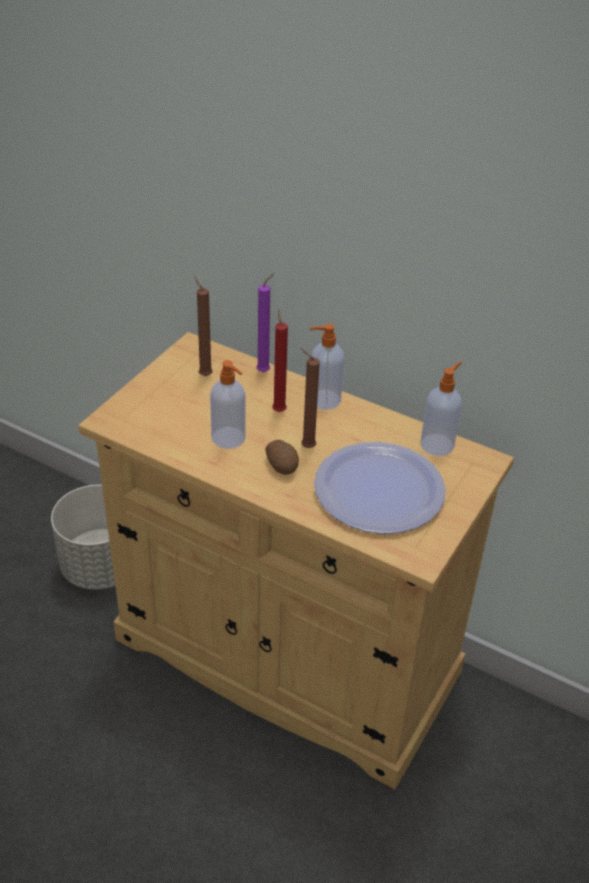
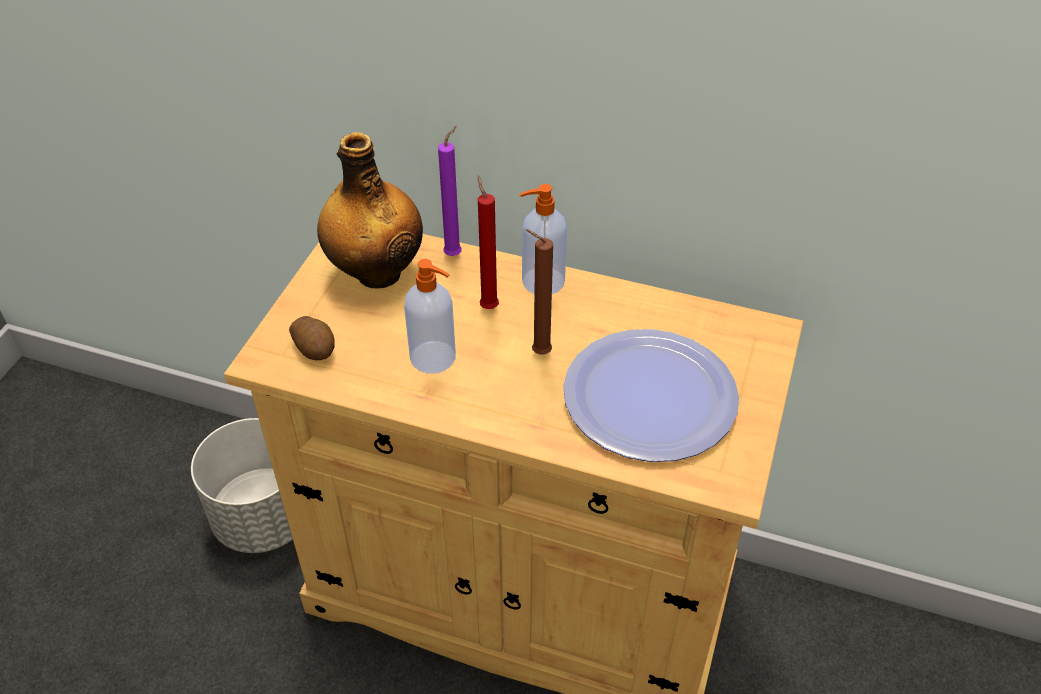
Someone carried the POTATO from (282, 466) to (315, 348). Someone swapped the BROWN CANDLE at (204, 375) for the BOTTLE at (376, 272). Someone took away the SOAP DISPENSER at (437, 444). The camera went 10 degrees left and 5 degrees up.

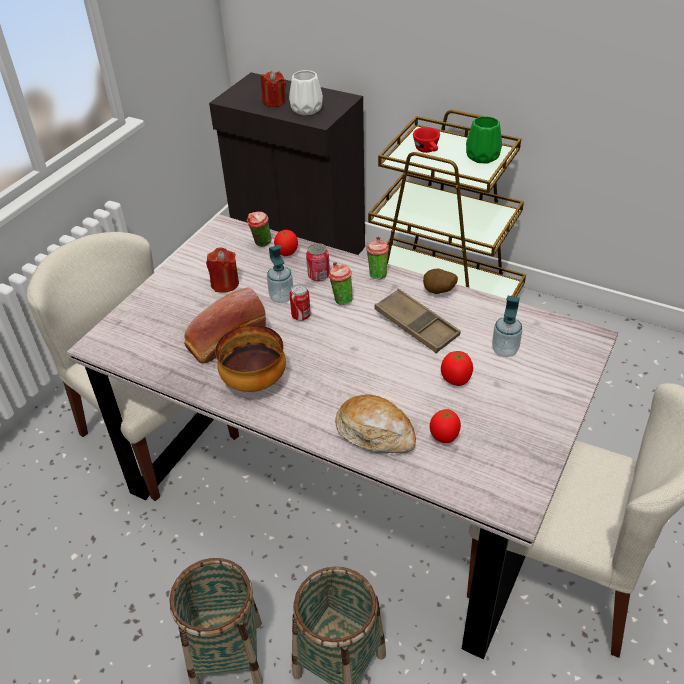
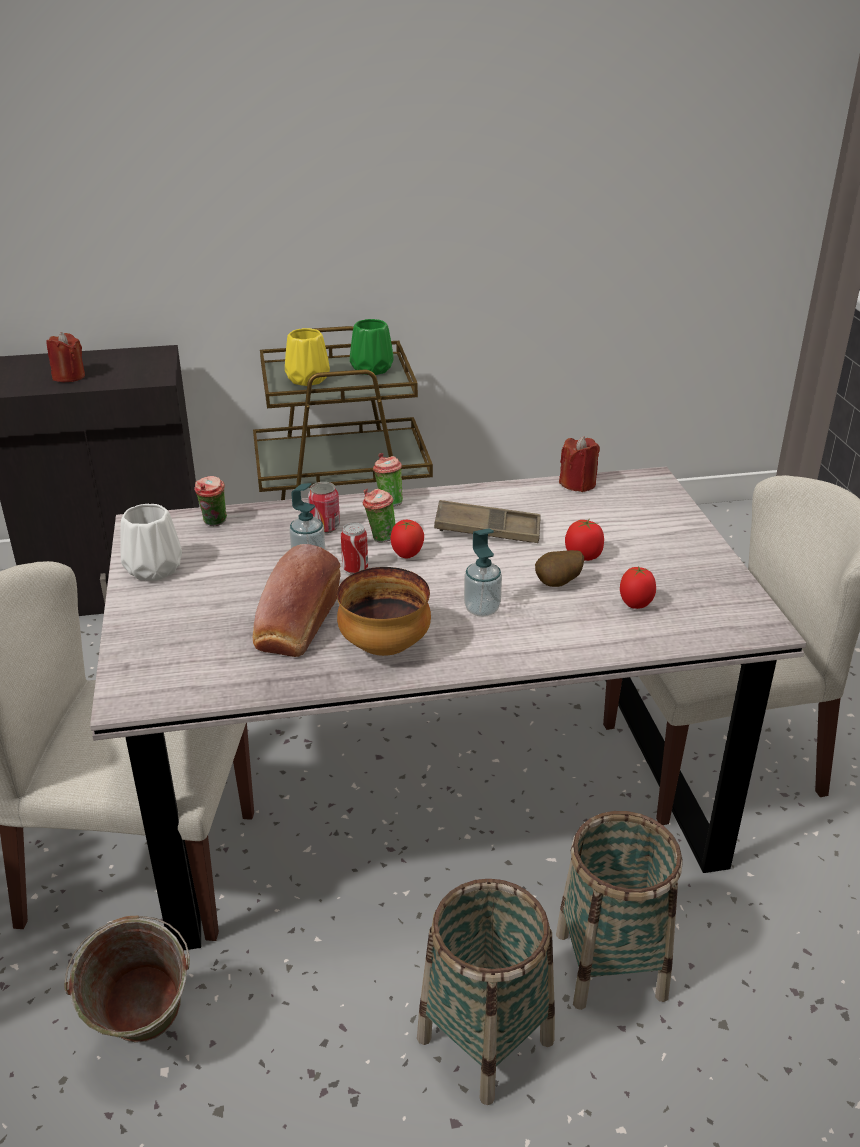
Someone put down the GREEN BUCKET at (144, 1037). Someone carried the WHITE VASE from (306, 109) to (153, 568). Someone swapped the RED CUP at (428, 150) for the YELLOW VASE at (306, 379). Someone carried the TOMATO from (286, 254) to (407, 555). Someone carried the SOAP DISPENSER from (504, 350) to (482, 609). Someone carried the POTATO from (438, 292) to (558, 584). Someone carried the RED CANDLE from (225, 284) to (578, 483). Someone took away the BREAD at (375, 432). The camera went 40 degrees left and 10 degrees down.

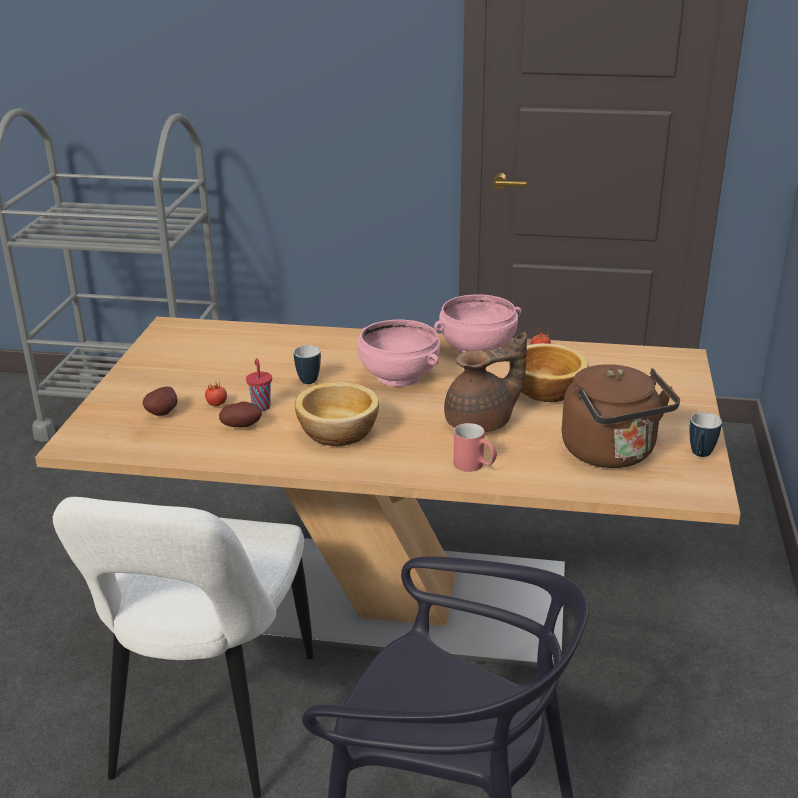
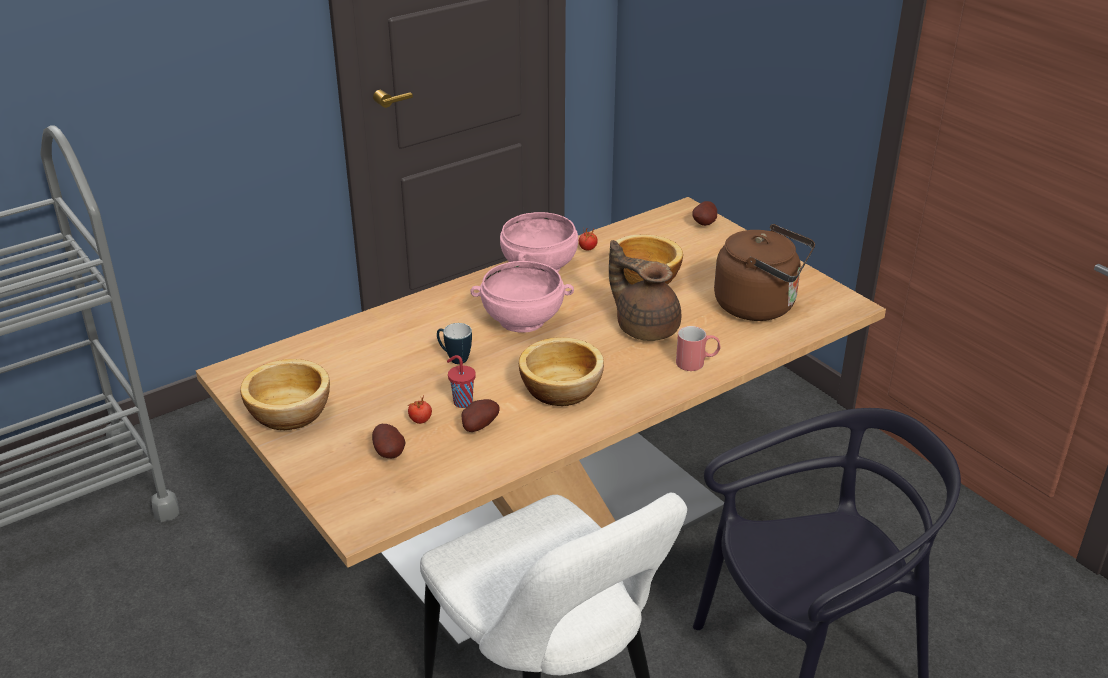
Someone put down the BOWL at (291, 412). Someone rotated the BROWN TEAPOT at (482, 423) by 75 degrees counterclockwise. Someone put down the POTATO at (705, 224). Someone took away the MUG at (699, 455). The camera went 45 degrees left and 5 degrees up.

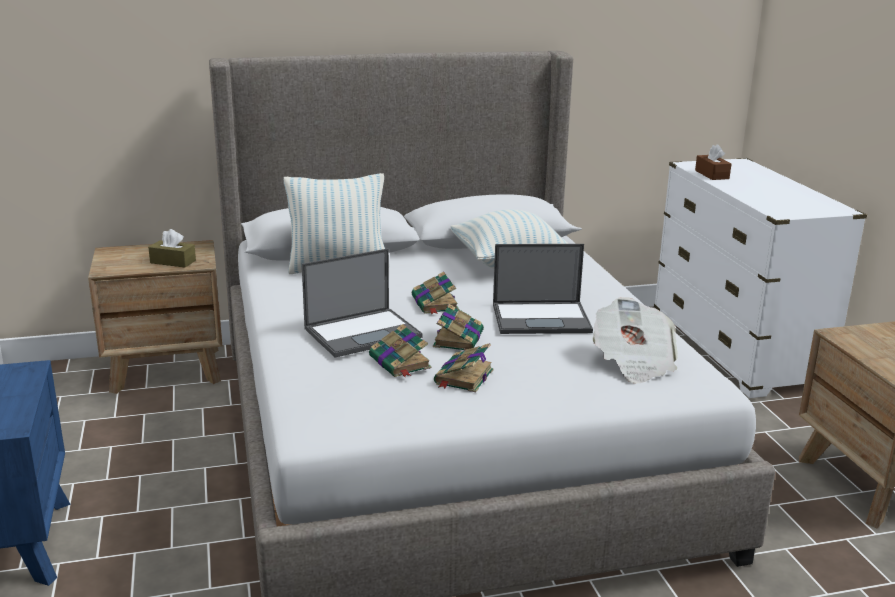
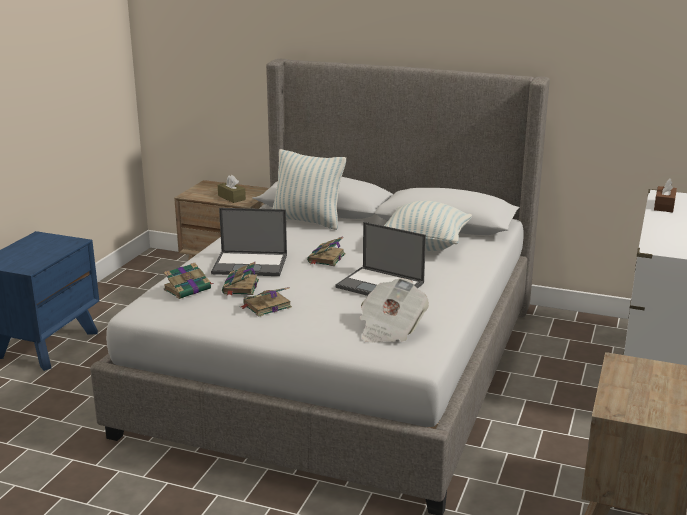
Someone carried the BOOK from (458, 338) to (188, 289). The camera went 35 degrees right and 0 degrees up.

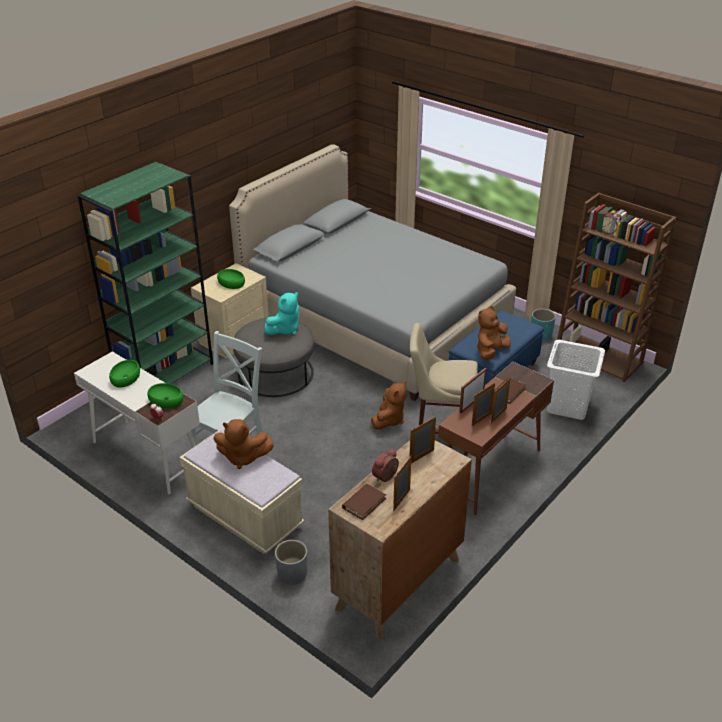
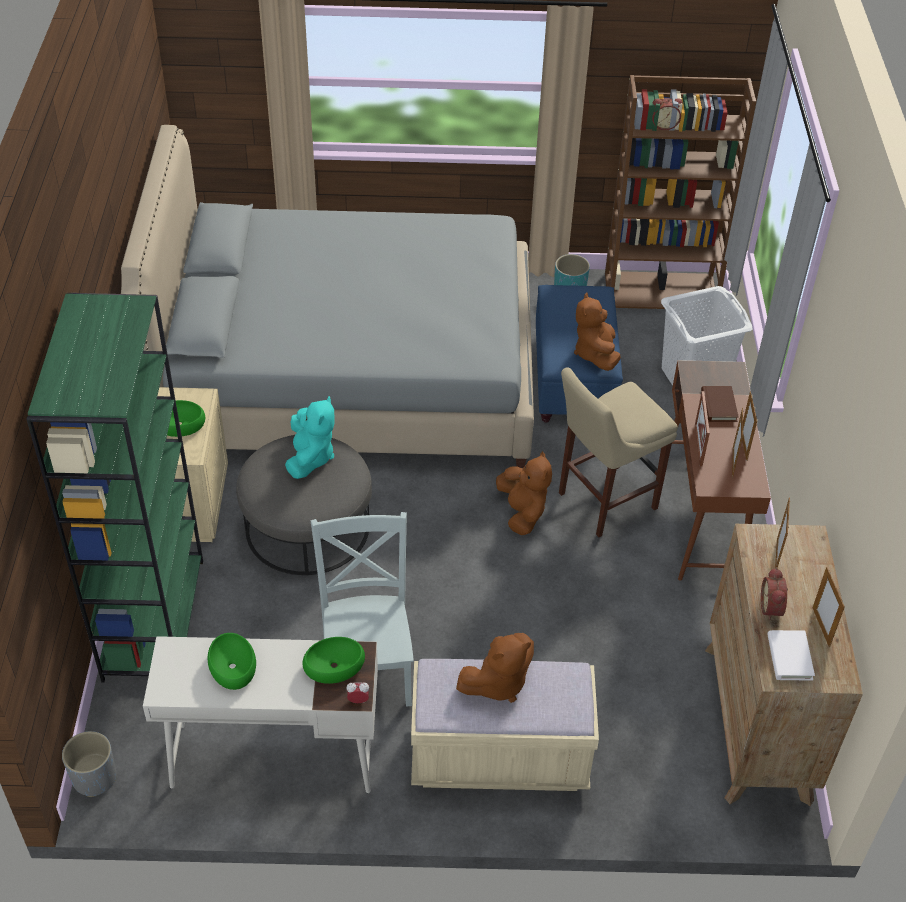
Someone carried the GREY PLANTER from (292, 574) to (94, 778). Someone repainted the BROWN BOOK at (364, 503), which became the WHITE BOOK at (789, 657). The camera went 40 degrees left and 10 degrees up.

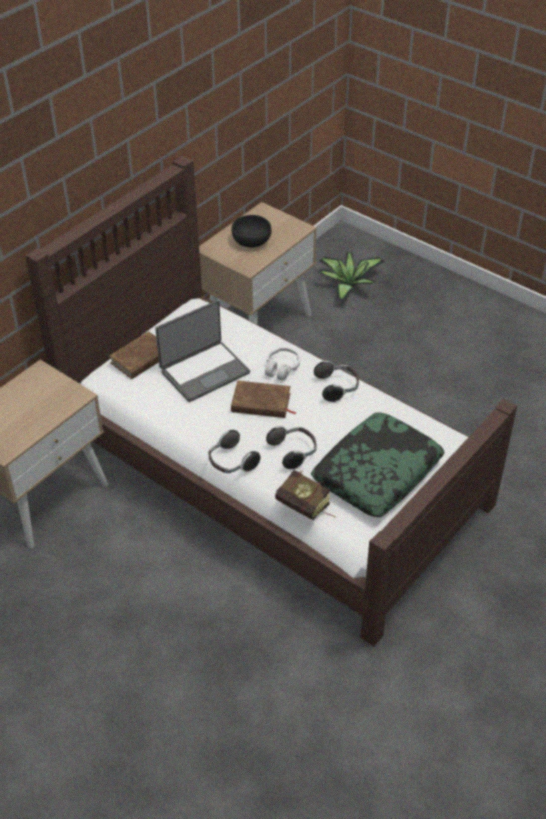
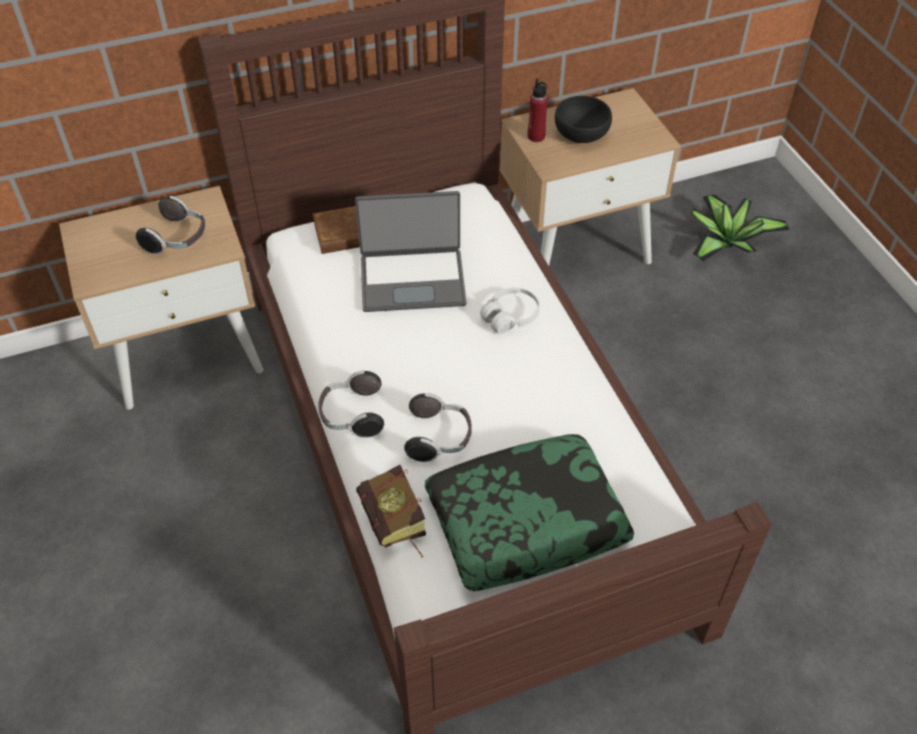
Someone carried the HEADPHONES from (337, 387) to (177, 239). Someone put down the RED BOTTLE at (536, 136). Someone took away the BROWN BOOK at (261, 403). The camera went 30 degrees right and 5 degrees up.

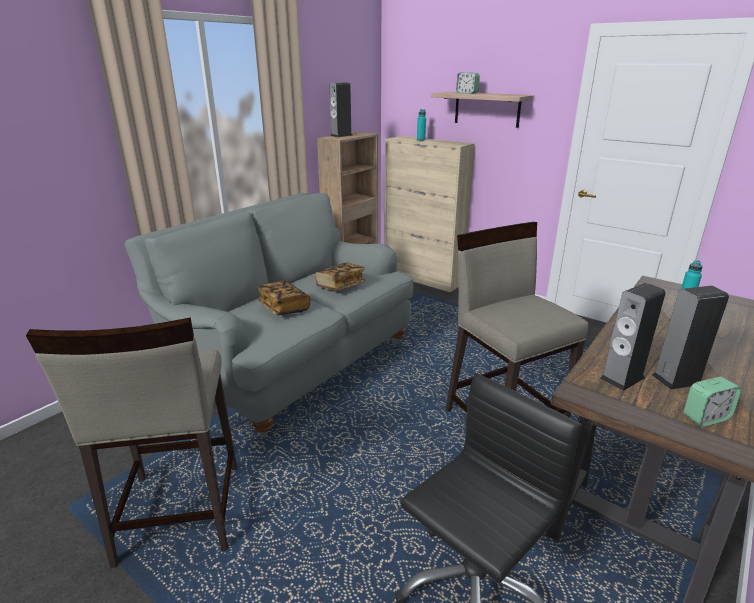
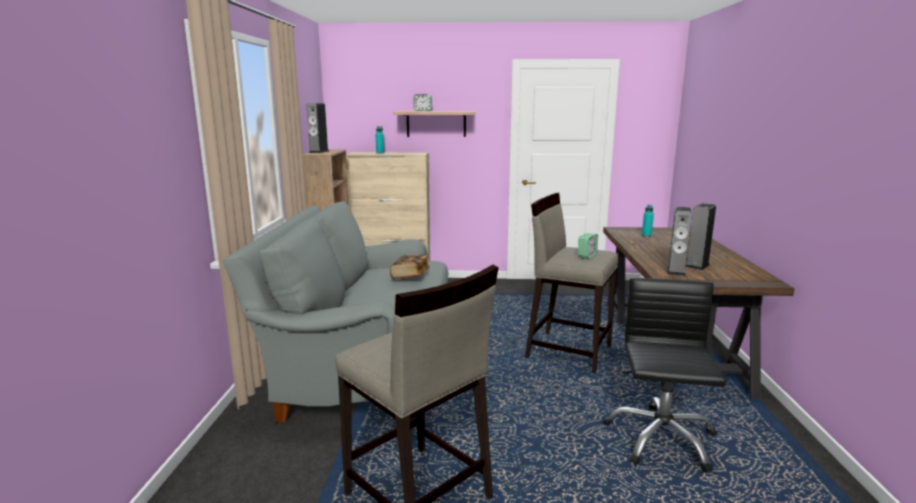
Someone carried the ALARM CLOCK from (706, 417) to (587, 256). Someone took away the BOOK at (284, 308). The camera went 35 degrees left and 10 degrees down.

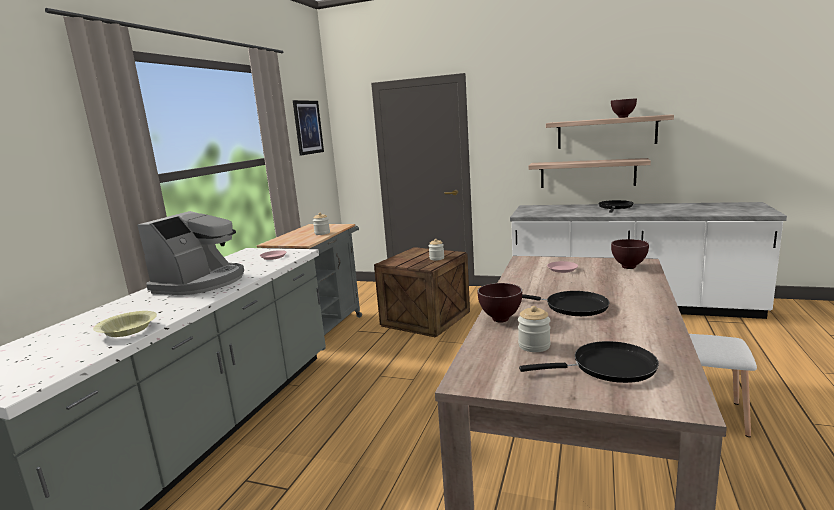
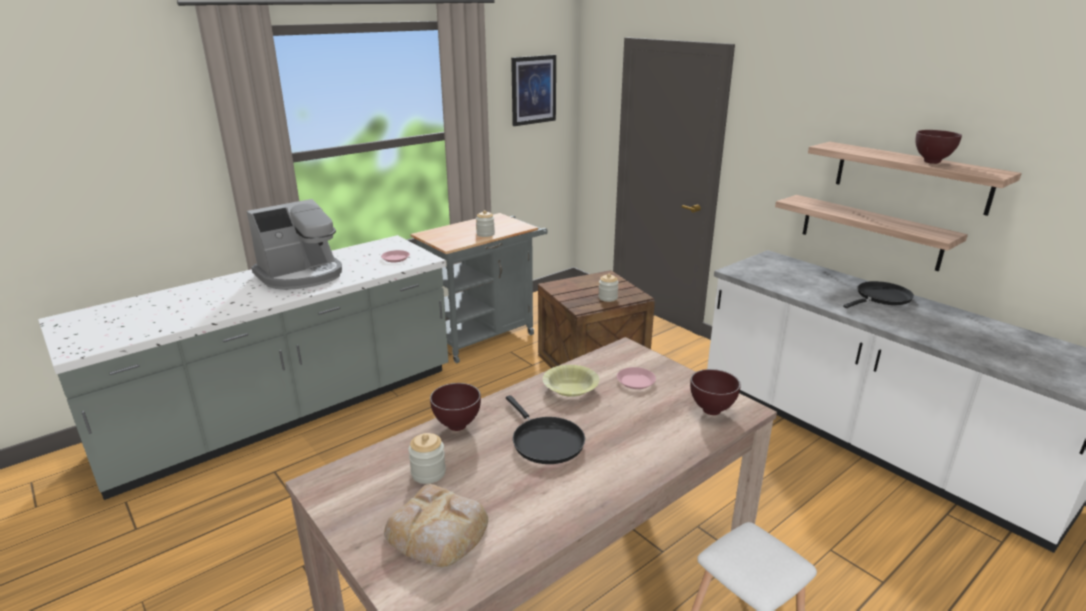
Someone swapped the BLACK FRYING PAN at (608, 367) for the BREAD at (438, 532). Someone carried the YELLOW BOWL from (128, 331) to (570, 388). The camera went 30 degrees right and 10 degrees up.

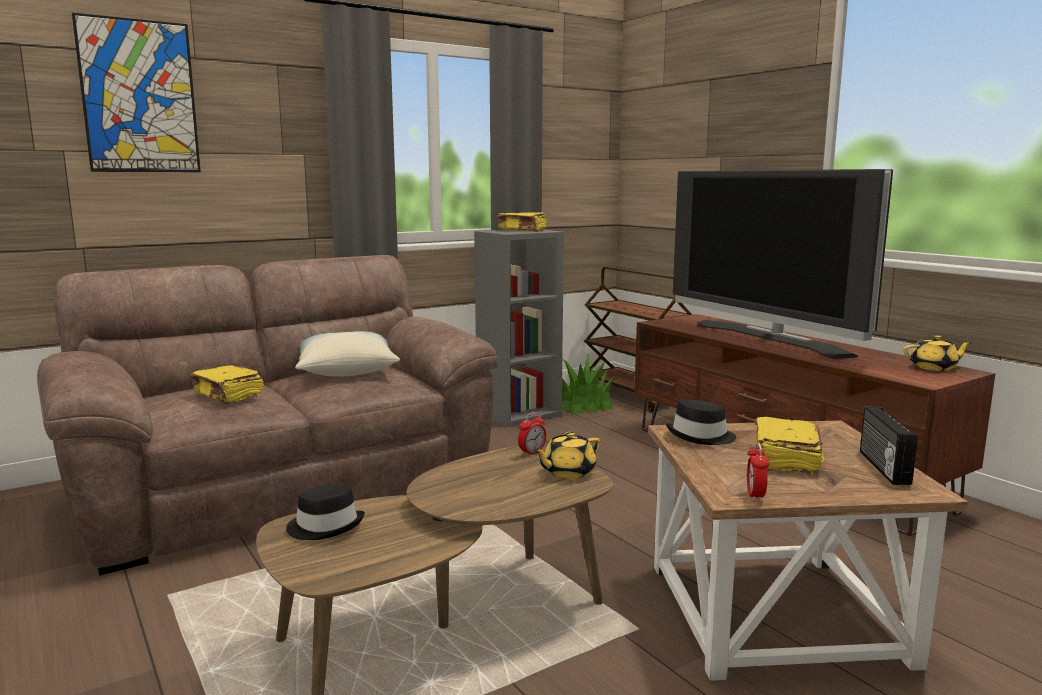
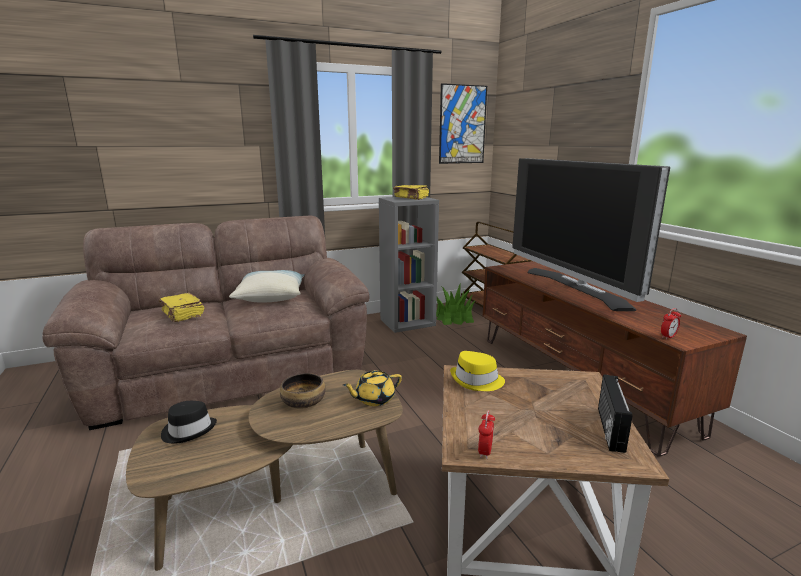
Someone put down the BOWL at (304, 402). Someone carried the PICTURE from (139, 97) to (462, 124). Someone repainted the BLACK HAT at (701, 437), which became the YELLOW HAT at (477, 381). Someone carried the ALARM CLOCK from (532, 453) to (668, 337). Someone took away the YELLOW BOOK at (784, 459). Someone took away the YELLOW TEAPOT at (934, 368). The camera went 10 degrees right and 5 degrees up.

